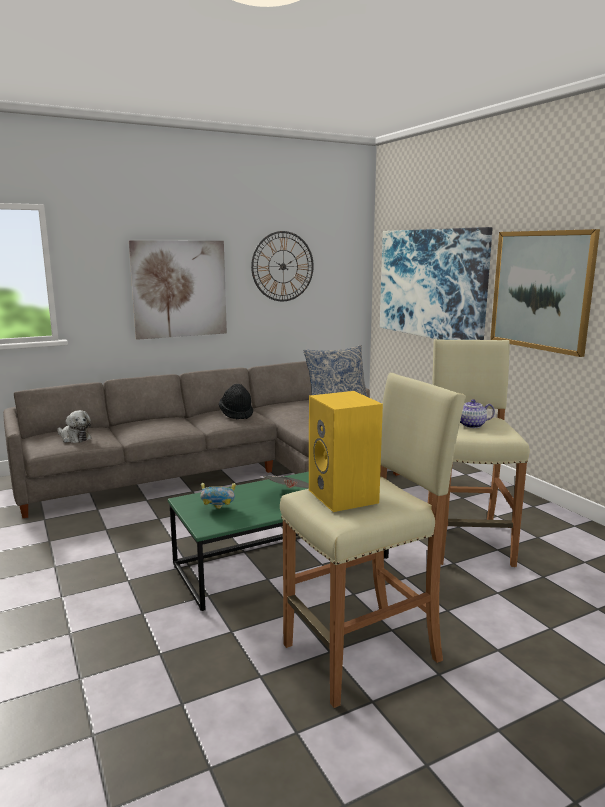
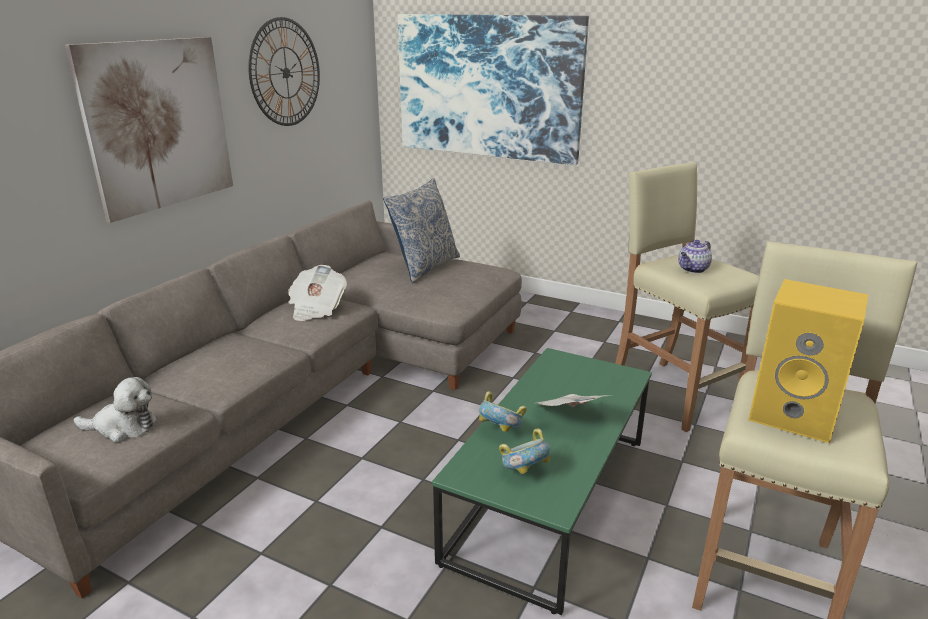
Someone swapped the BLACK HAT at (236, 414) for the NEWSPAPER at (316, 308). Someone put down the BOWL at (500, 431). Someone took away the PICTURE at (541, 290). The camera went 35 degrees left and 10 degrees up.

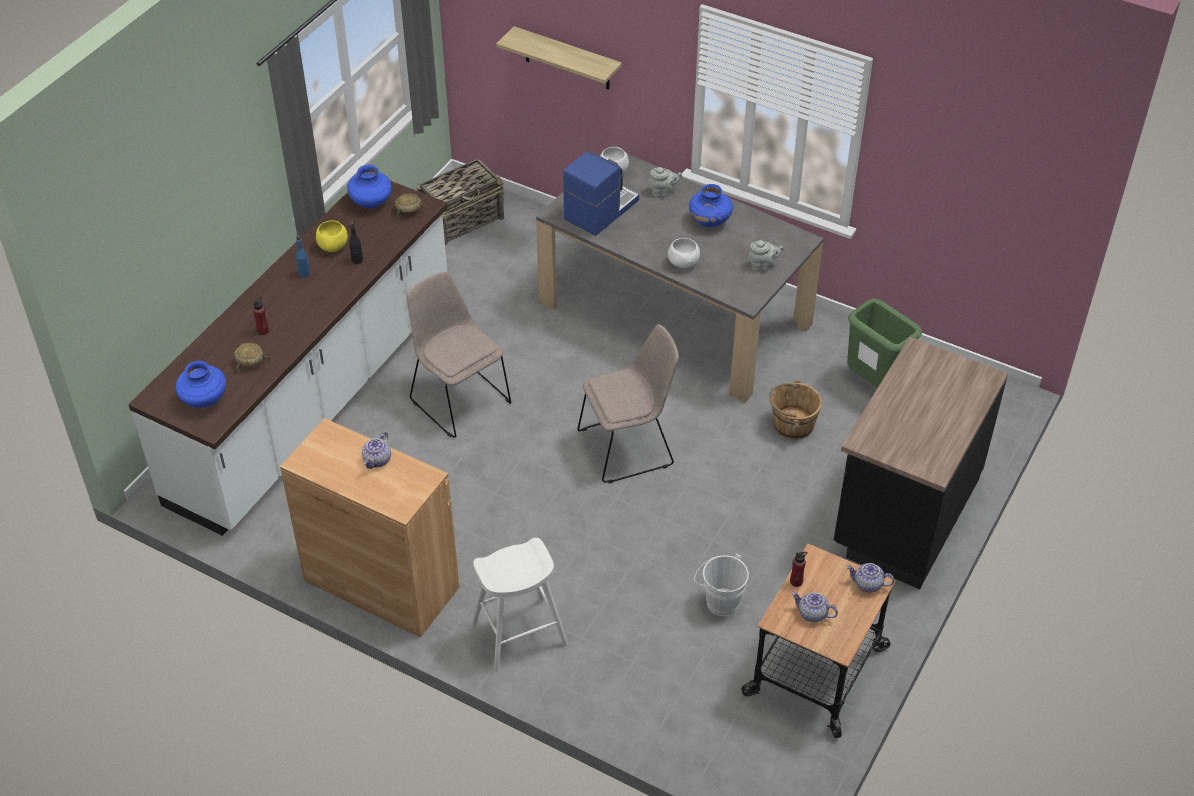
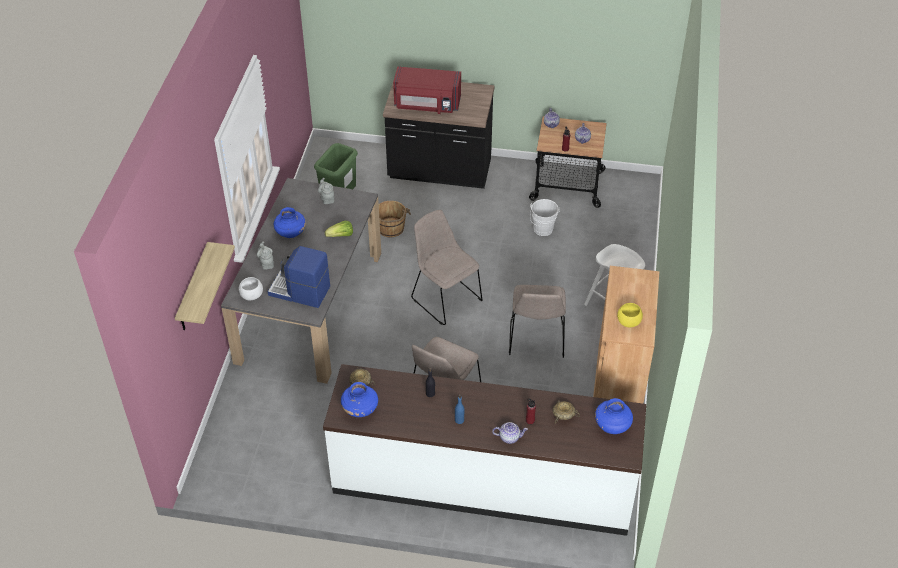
Someone swapped the WHITE BOWL at (683, 263) for the LETTUCE at (341, 236). Someone put down the RED MICROWAVE at (427, 105). Someone carried the TEAPOT from (377, 460) to (509, 437). Someone put down the BEIGE CHAIR at (536, 340). Someone carried the YELLOW BOWL from (333, 246) to (628, 322). Someone took away the BASKET at (463, 220). The camera went 110 degrees left and 0 degrees up.

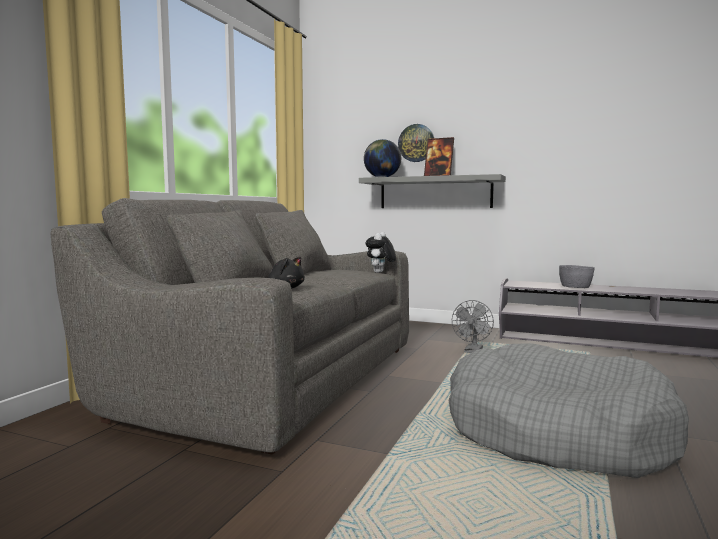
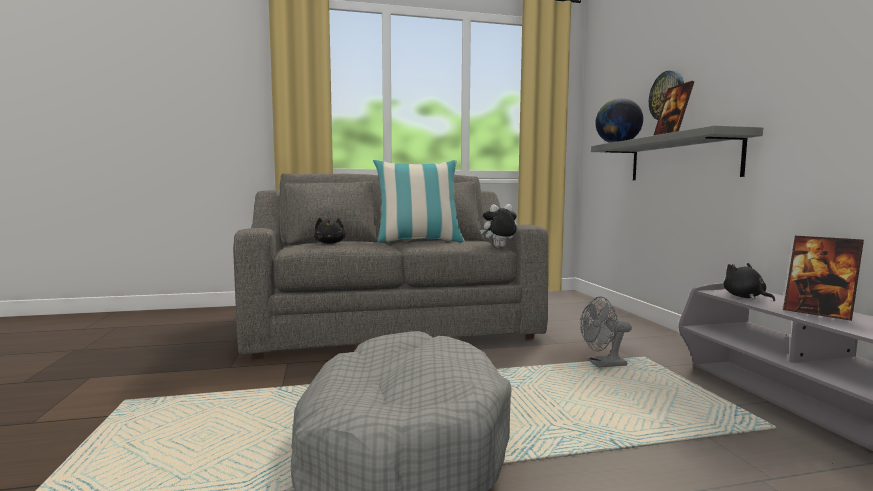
Someone put down the PILLOW at (419, 241). Someone put down the BLACK PLUSH TOY at (745, 297). Someone swapped the GREY BOWL at (575, 286) for the PICTURE FRAME at (818, 313). The camera went 55 degrees right and 0 degrees up.

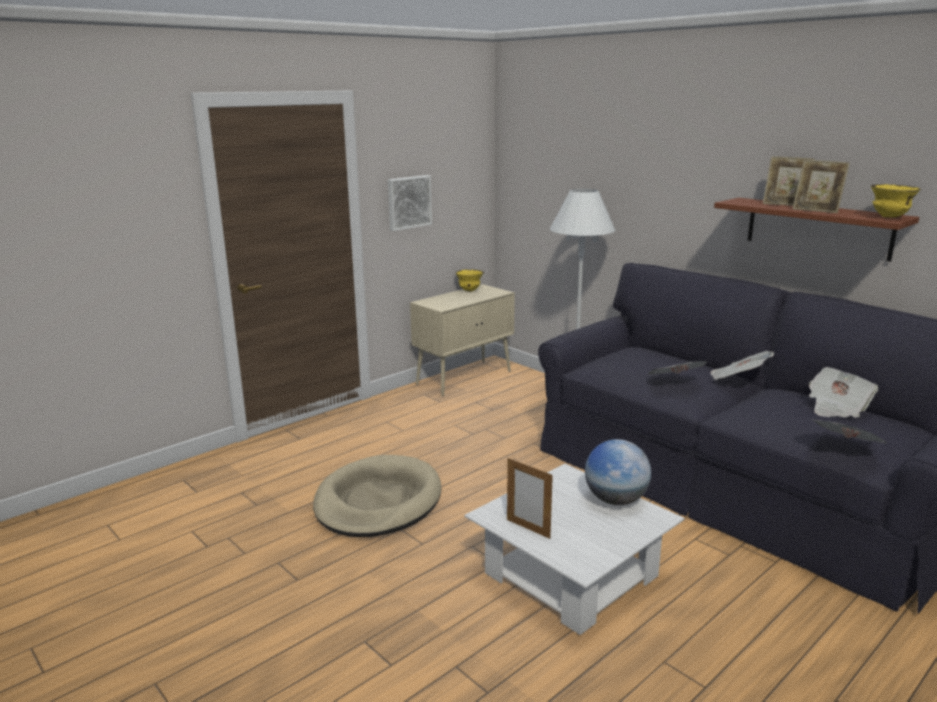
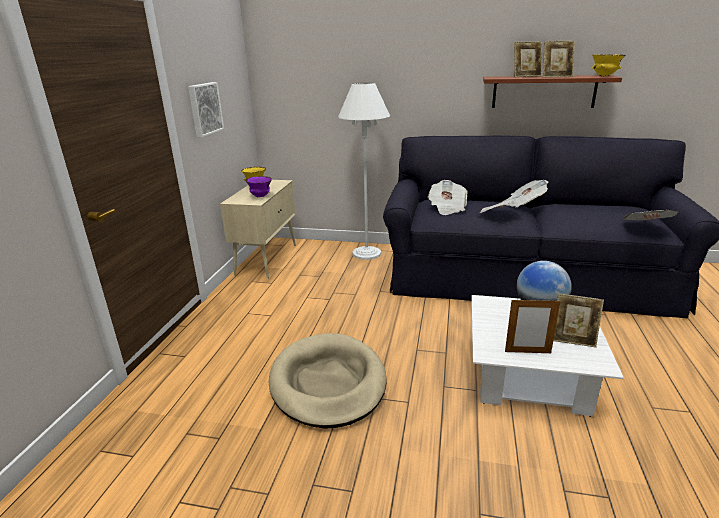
Someone put down the PURPLE BOWL at (260, 196). Someone carried the NEWSPAPER from (837, 407) to (447, 208). Someone put down the PICTURE FRAME at (573, 340). The camera went 35 degrees left and 5 degrees up.

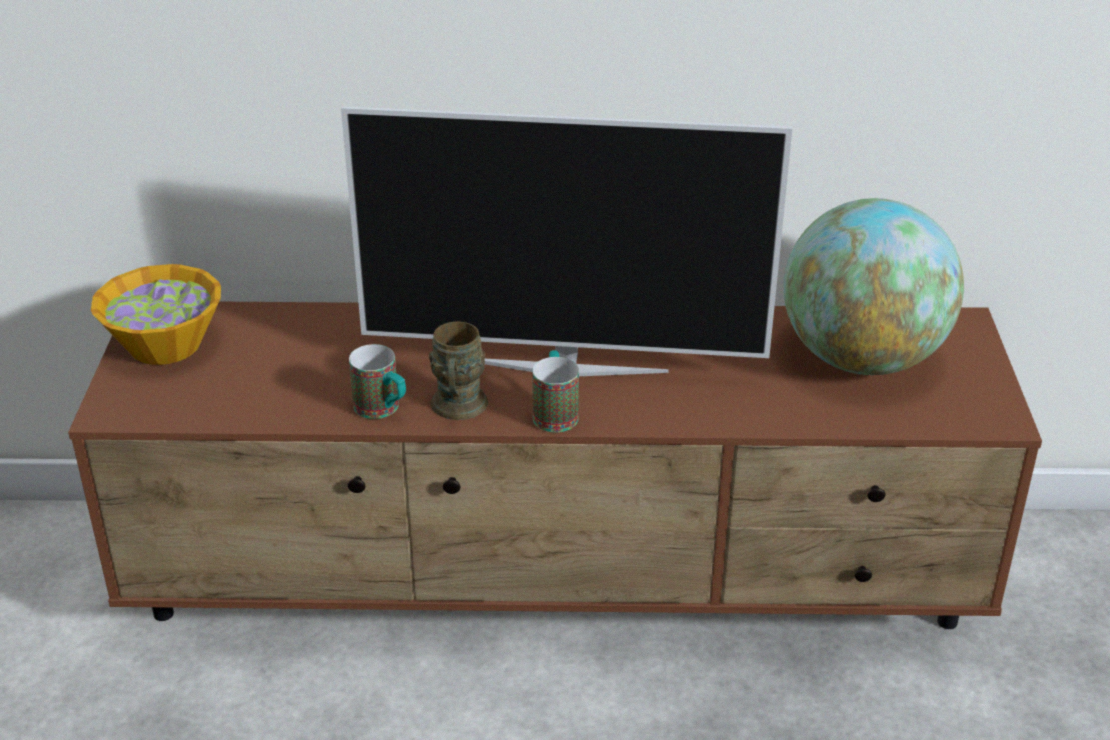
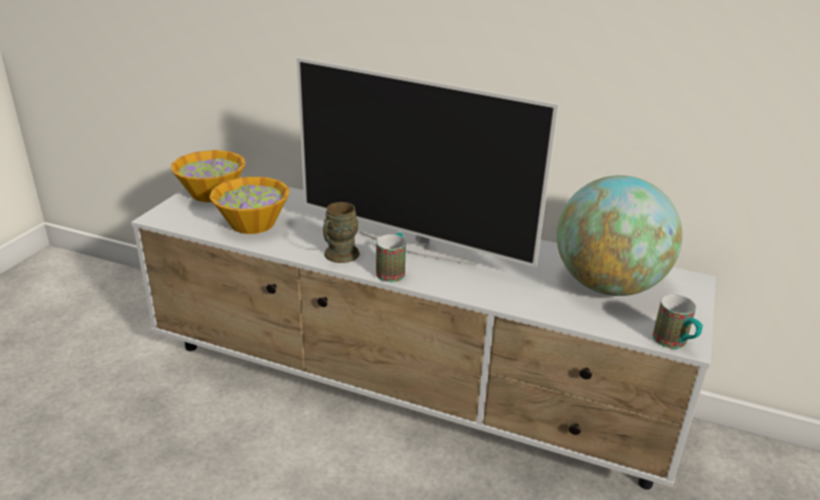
Someone repainted the BROWN TV STAND at (559, 586), which became the WHITE TV STAND at (408, 392). Someone put down the BOWL at (253, 223). Someone carried the MUG from (383, 410) to (674, 343). The camera went 20 degrees right and 5 degrees down.

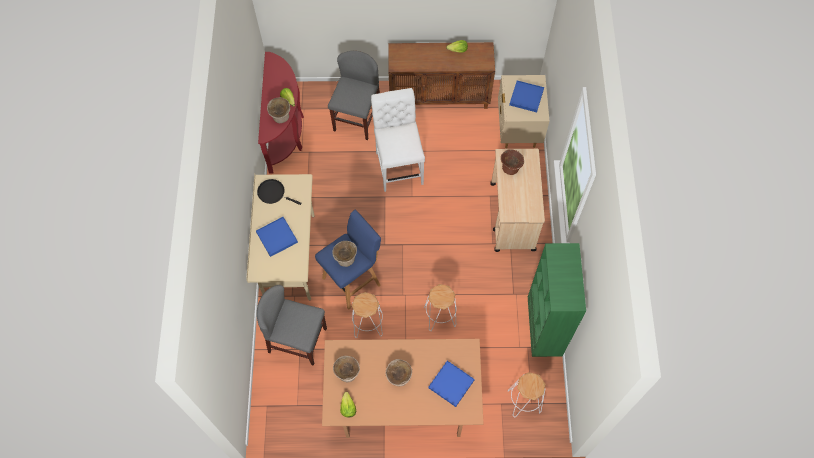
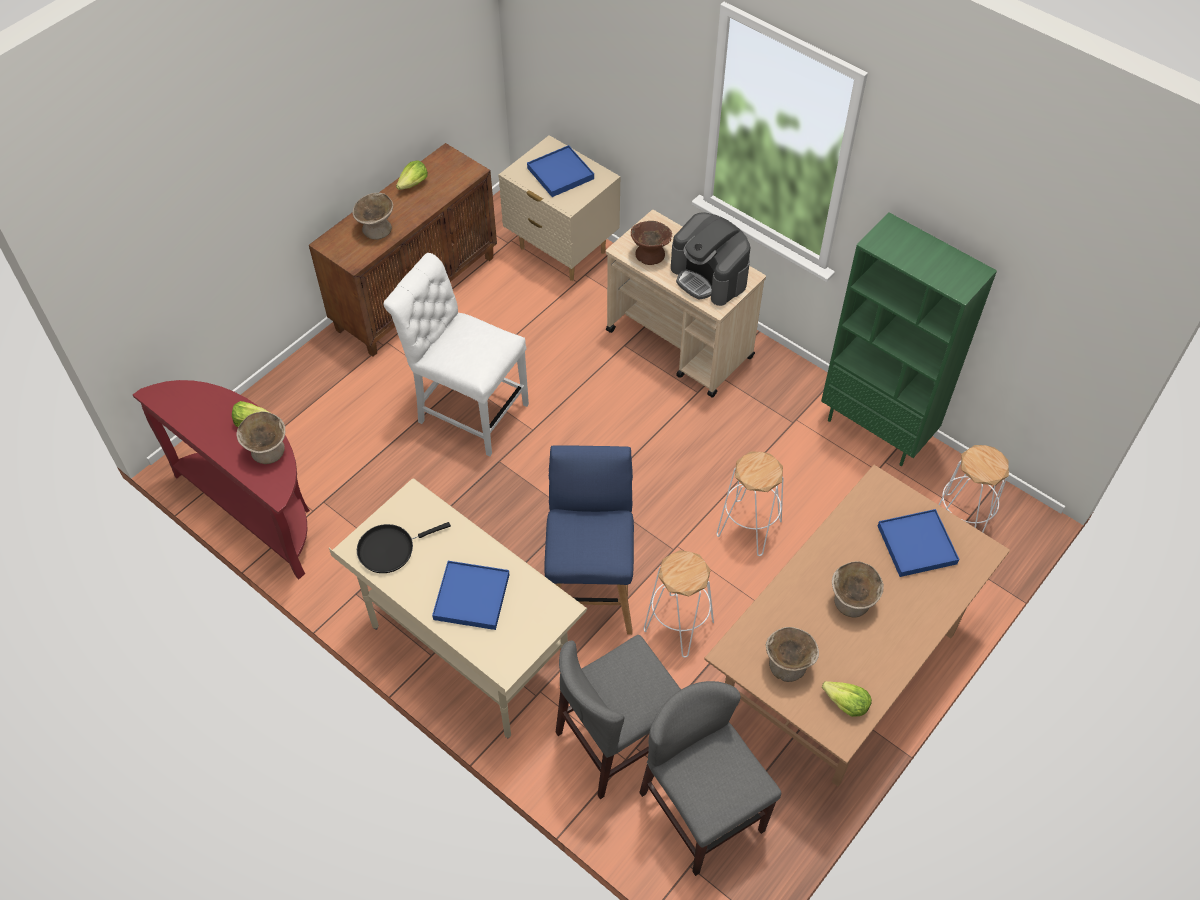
Someone carried the BEIGE BOWL from (346, 258) to (377, 229). Someone carried the GREY CHAIR from (357, 118) to (702, 812). Someone put down the COFFEE MACHINE at (709, 276). The camera went 50 degrees left and 10 degrees down.

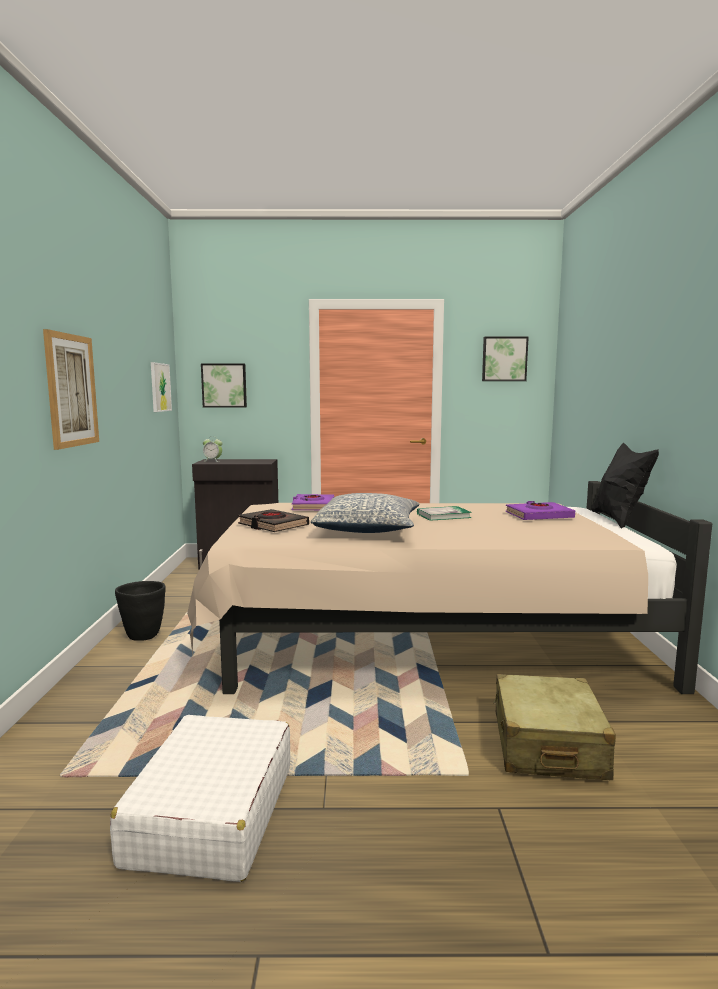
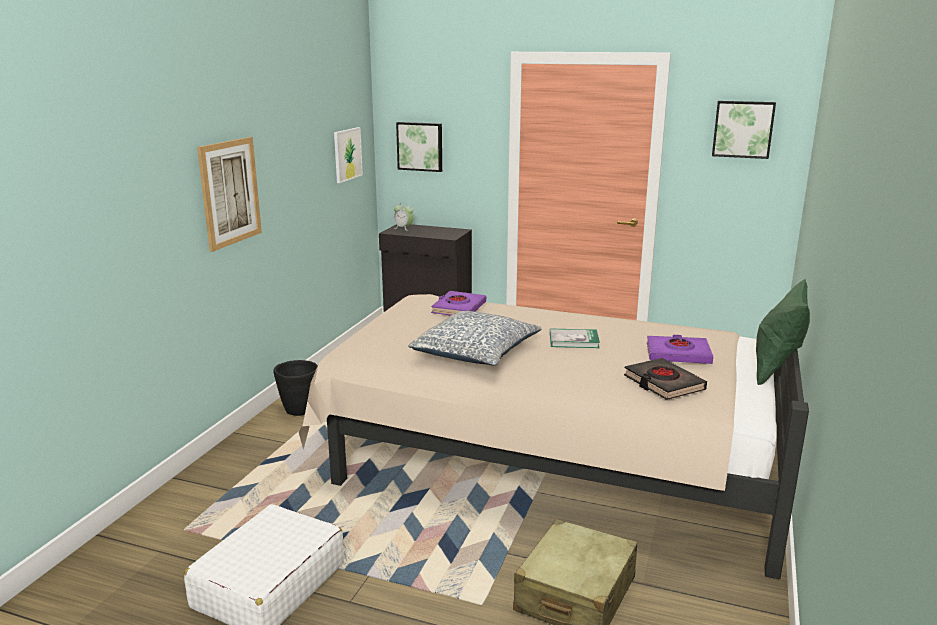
Someone carried the BLACK BOOK from (273, 525) to (663, 383). Someone repainted the BLACK PILLOW at (619, 520), which became the GREEN PILLOW at (776, 370). The camera went 20 degrees right and 10 degrees up.

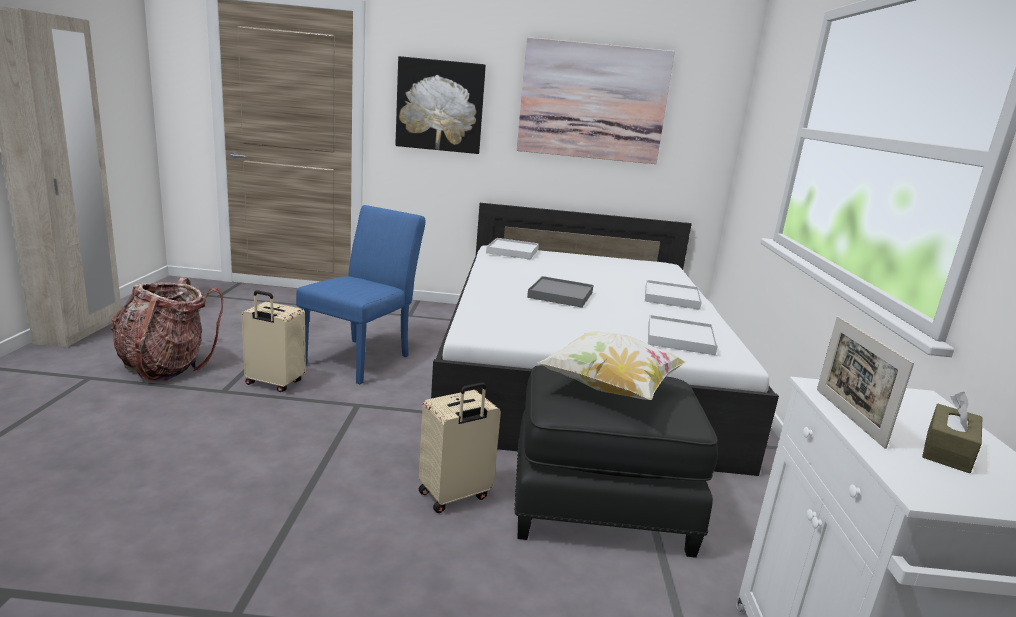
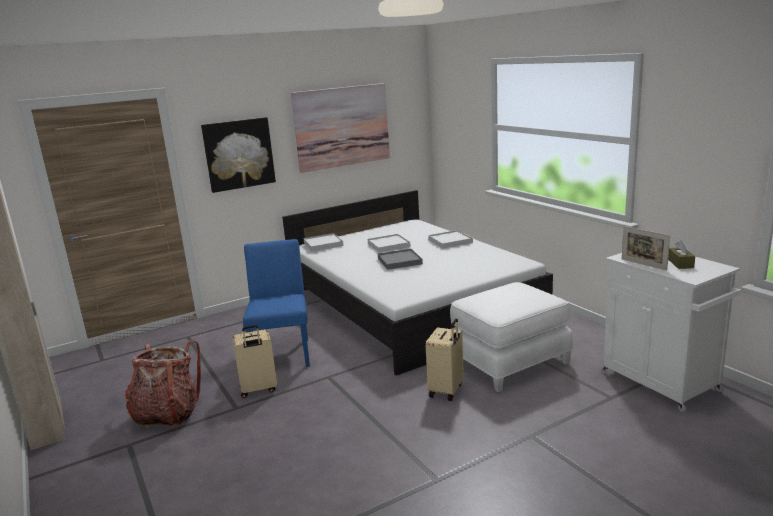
Someone carried the WHITE TRAY from (679, 338) to (388, 245). Someone repainted the BLACK OTTOMAN at (600, 503), which became the WHITE OTTOMAN at (509, 362). Someone took away the PILLOW at (610, 389). The camera went 30 degrees left and 0 degrees up.

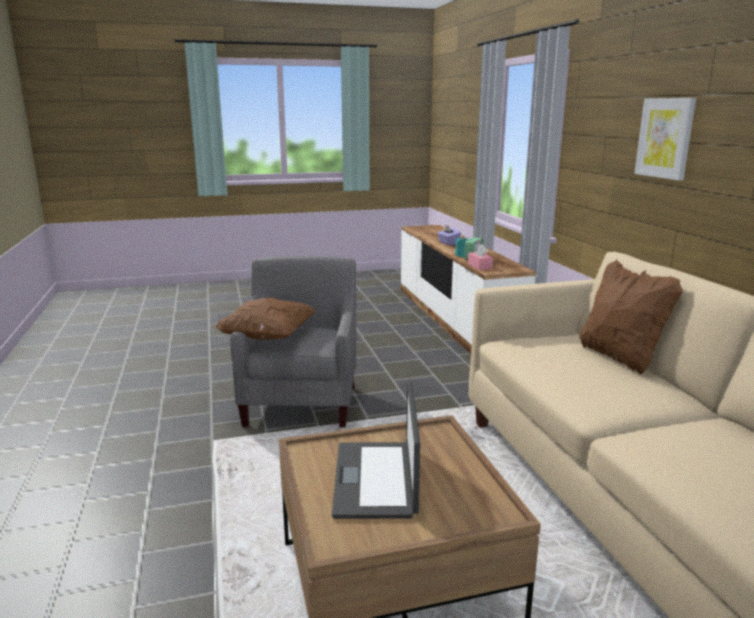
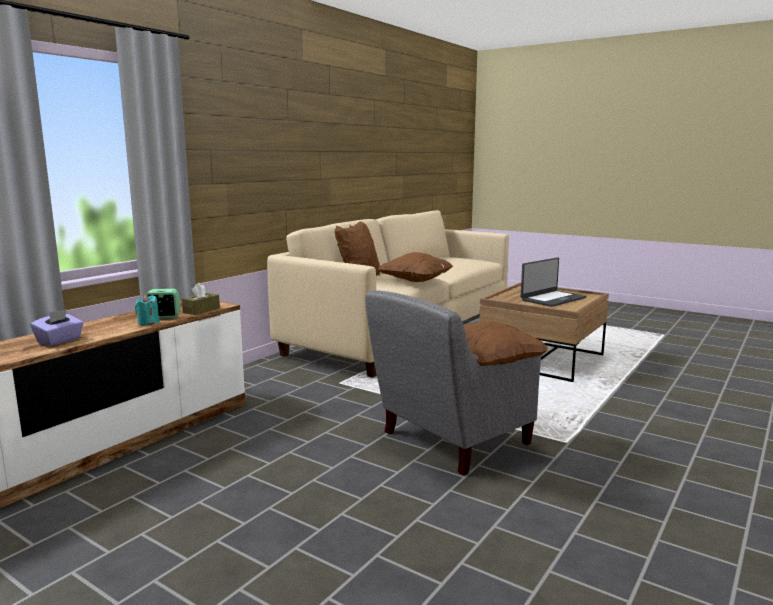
Someone repainted the PINK TISSUE BOX at (479, 266), which became the BROWN TISSUE BOX at (201, 310). Someone put down the BROWN PILLOW at (416, 282). Someone took away the PICTURE at (665, 138). The camera went 130 degrees left and 5 degrees down.

